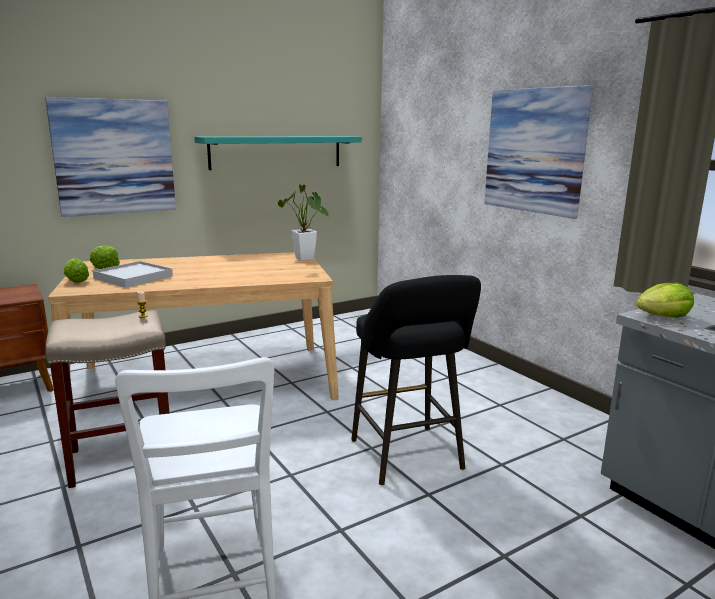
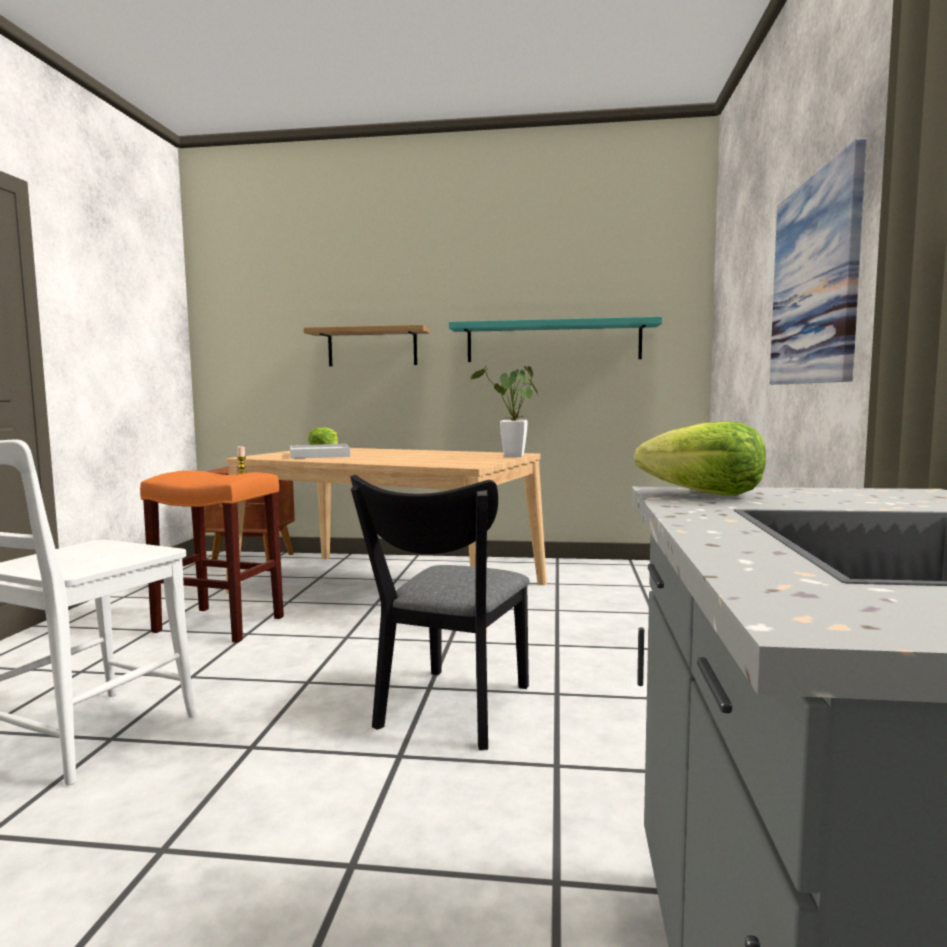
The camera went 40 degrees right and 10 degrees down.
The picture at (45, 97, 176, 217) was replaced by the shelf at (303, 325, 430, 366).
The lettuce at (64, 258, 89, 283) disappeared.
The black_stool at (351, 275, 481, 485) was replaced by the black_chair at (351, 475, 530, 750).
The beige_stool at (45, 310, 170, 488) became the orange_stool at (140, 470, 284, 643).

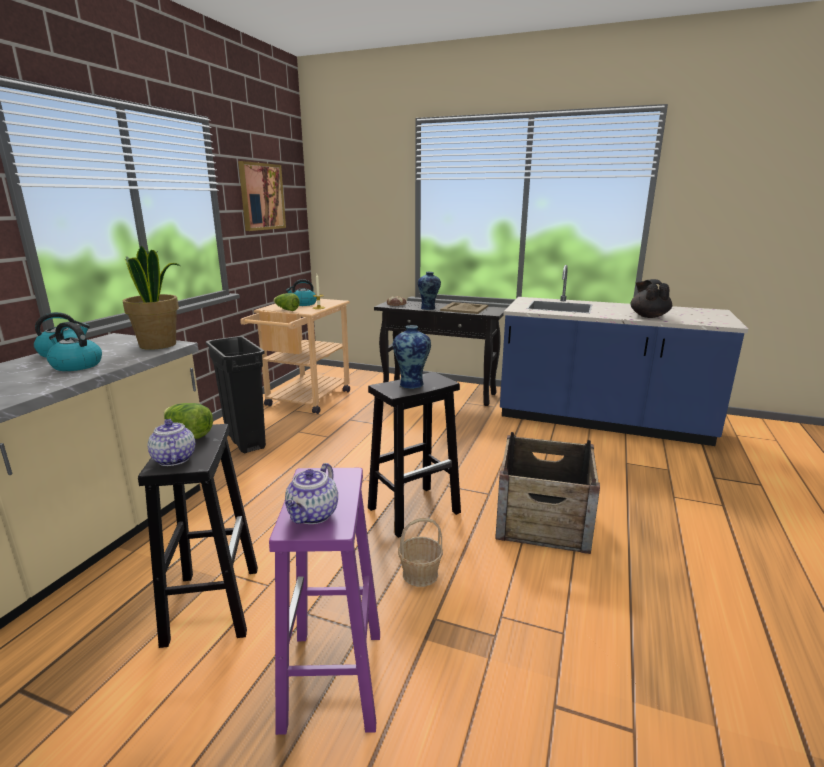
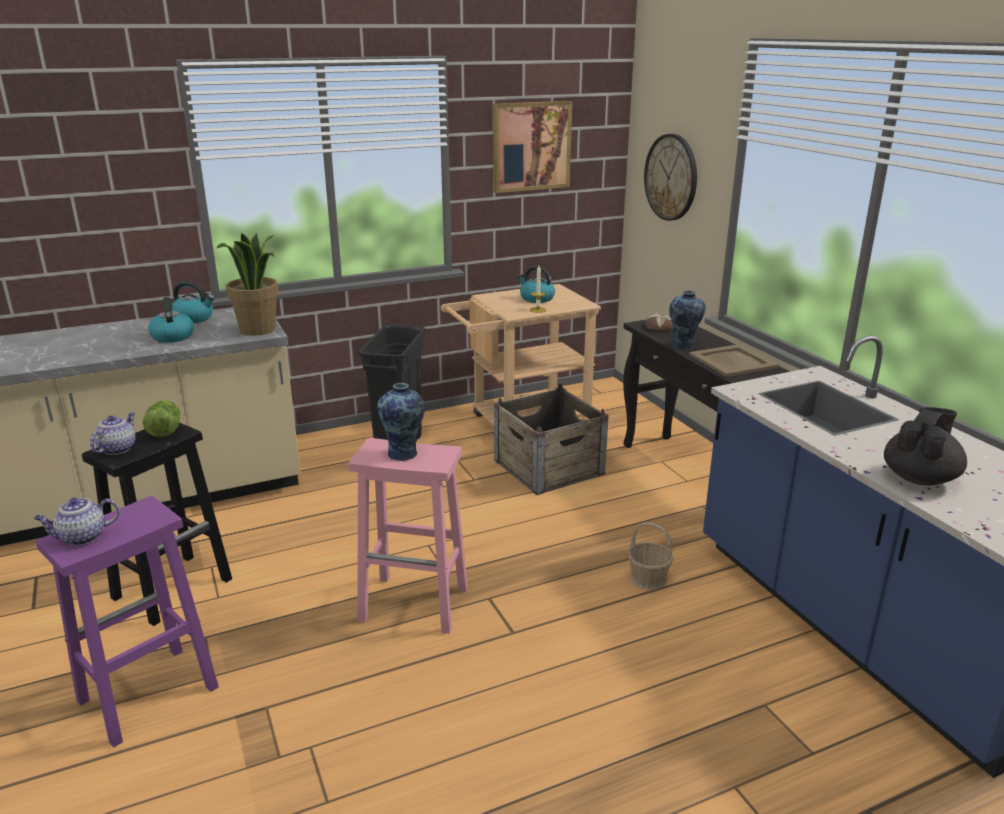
The camera went 45 degrees right and 5 degrees up.
The lettuce at (273, 293, 300, 311) disappeared.
The black_stool at (368, 372, 461, 538) became the pink_stool at (349, 438, 468, 634).
The crate moved from (495, 432, 600, 554) to (494, 384, 609, 495).
The basket moved from (398, 518, 443, 587) to (628, 522, 673, 590).
The wall_clock at (644, 134, 697, 221) appeared.

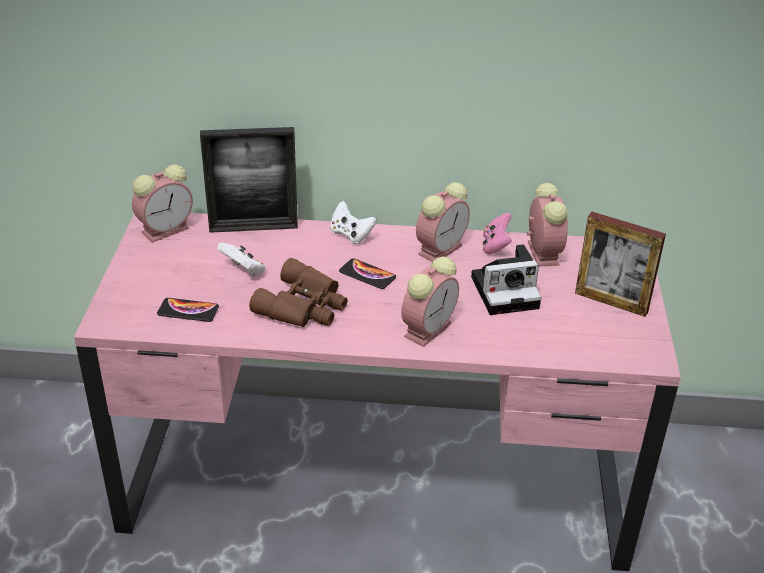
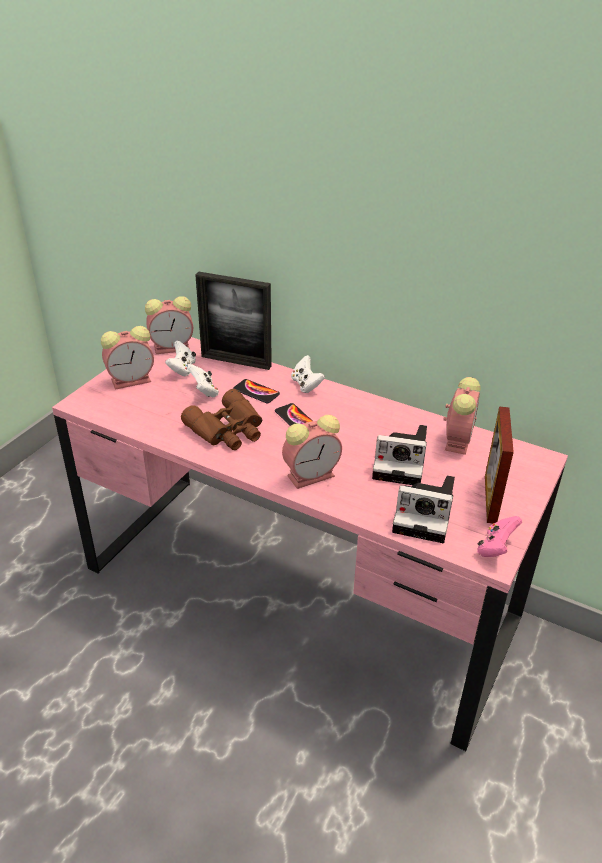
The camera went 25 degrees right and 0 degrees up.
The alarm_clock moved from (416, 182, 470, 262) to (101, 326, 154, 390).
The picture_frame at (575, 212, 666, 317) turned 45 degrees clockwise.
The pink_game_controller moved from (483, 213, 512, 254) to (477, 516, 522, 557).
The phone moved from (157, 298, 219, 322) to (233, 379, 280, 403).
The white_game_controller at (165, 341, 196, 376) appeared.
The photo_camera at (392, 475, 455, 543) appeared.

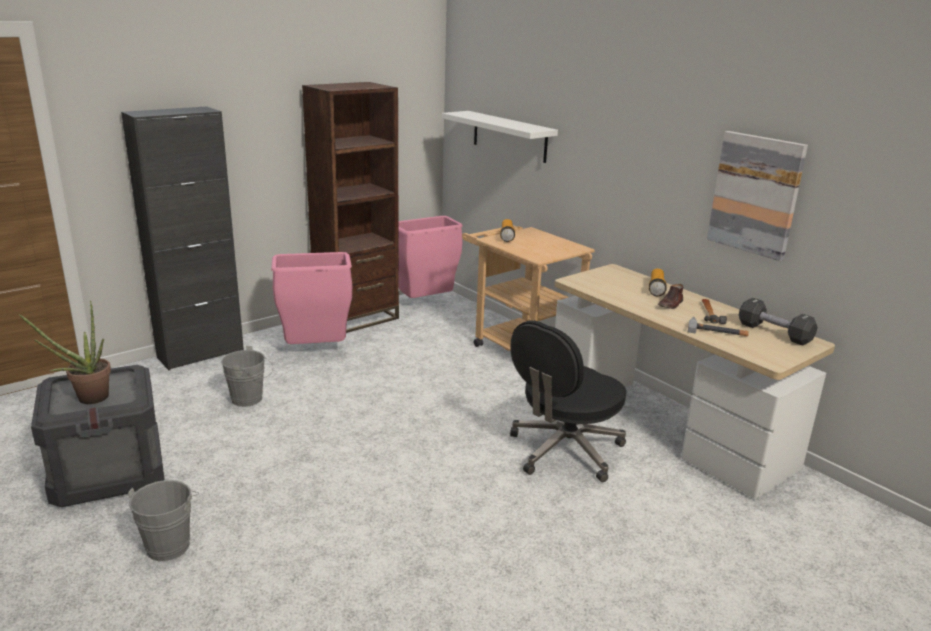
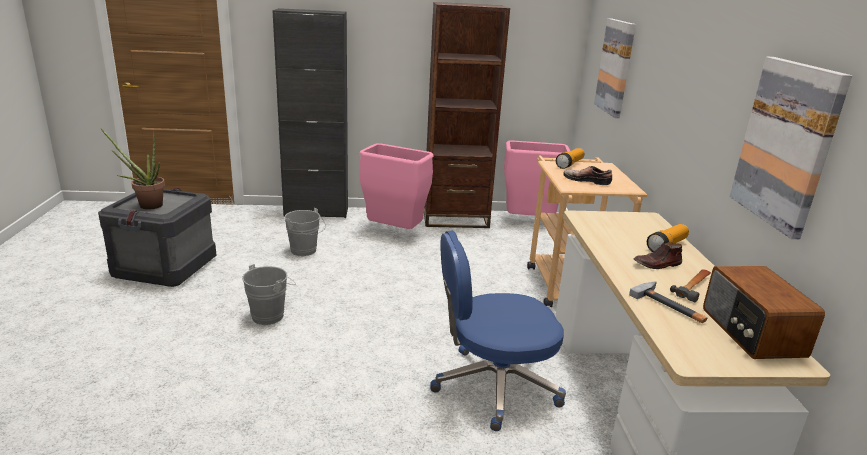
The camera went 35 degrees right and 0 degrees up.
The white_shelf at (442, 111, 558, 163) was replaced by the picture at (594, 18, 636, 118).
The black_dumbbell at (739, 298, 818, 346) was replaced by the radio at (703, 266, 825, 359).
The black_office_chair at (510, 320, 626, 482) became the blue_office_chair at (430, 230, 566, 431).
The grey_bucket moved from (128, 480, 199, 561) to (242, 264, 296, 325).
The shoe at (563, 166, 612, 185) appeared.

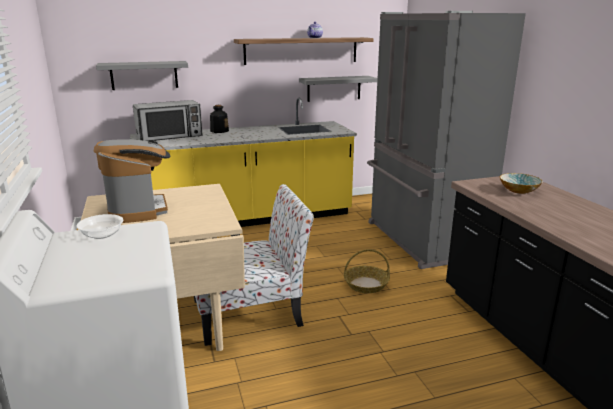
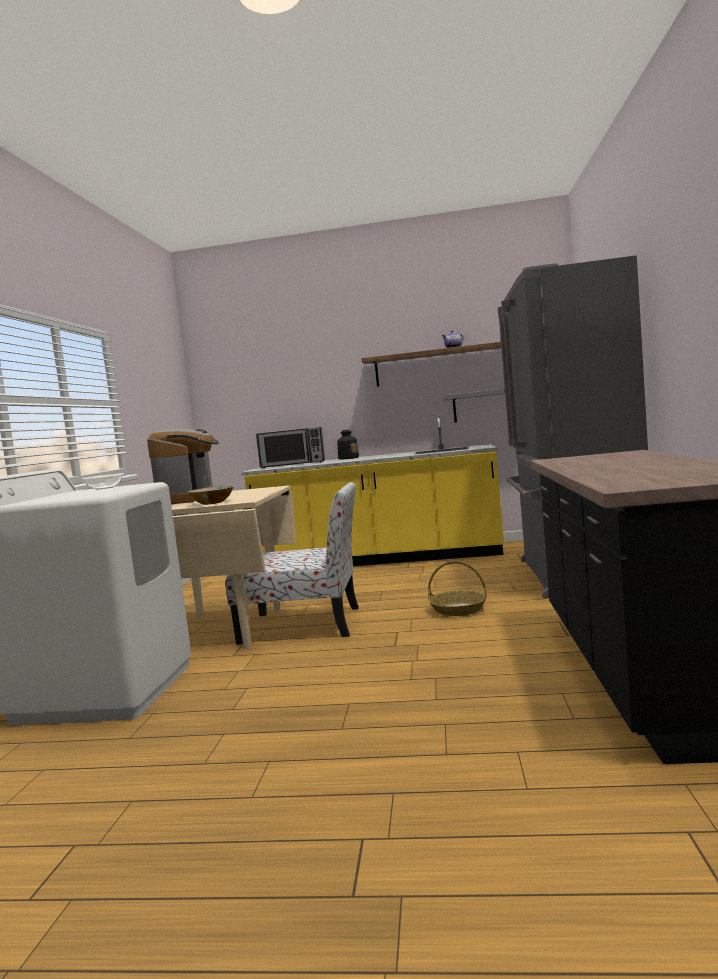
The camera went 25 degrees right and 15 degrees down.
The grey_shelf at (96, 61, 188, 90) disappeared.
The bowl moved from (500, 173, 543, 194) to (188, 486, 234, 505).

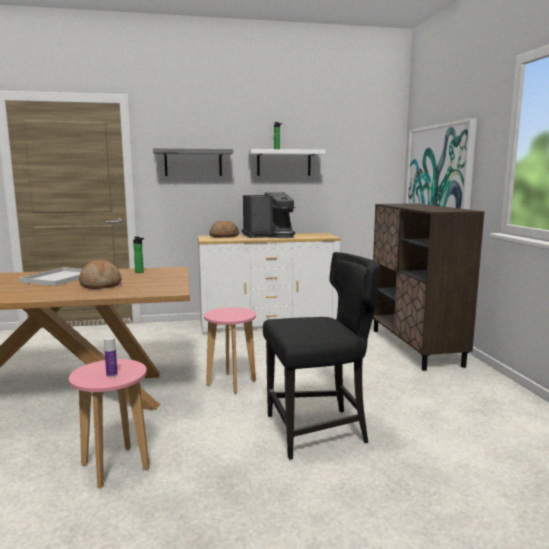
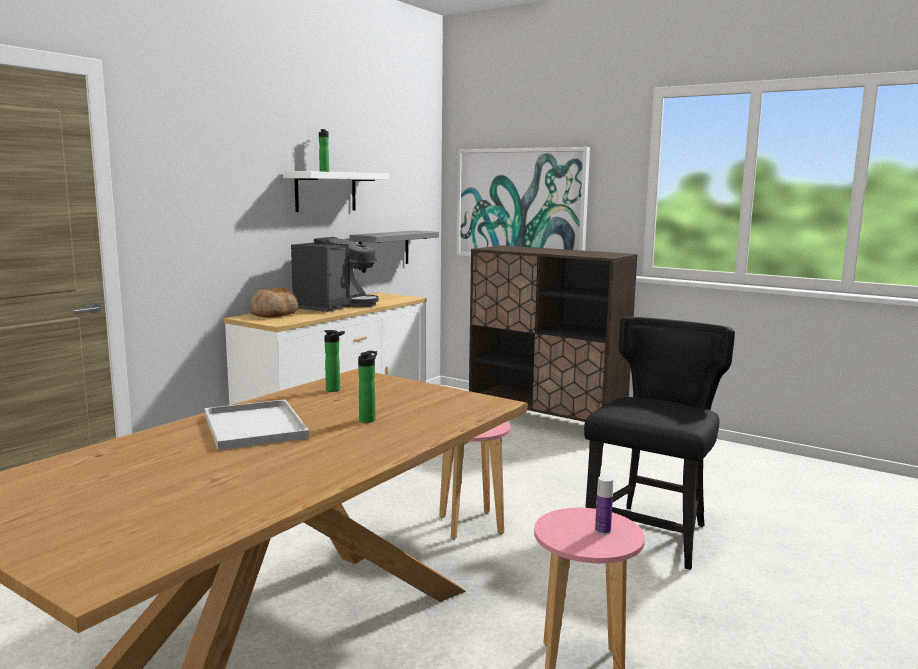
The camera went 45 degrees left and 0 degrees up.
The grey_shelf moved from (153, 148, 233, 176) to (350, 230, 439, 270).
The bread at (79, 260, 121, 289) was replaced by the bottle at (358, 351, 377, 423).

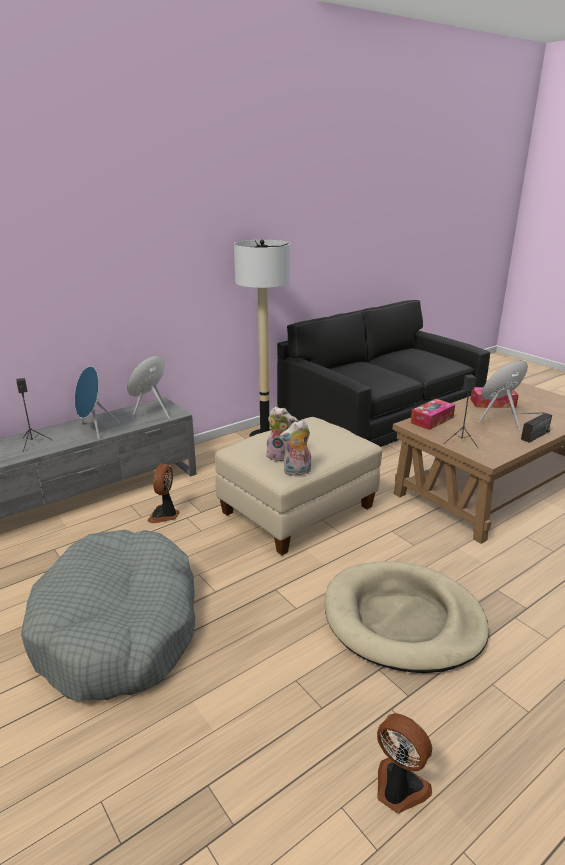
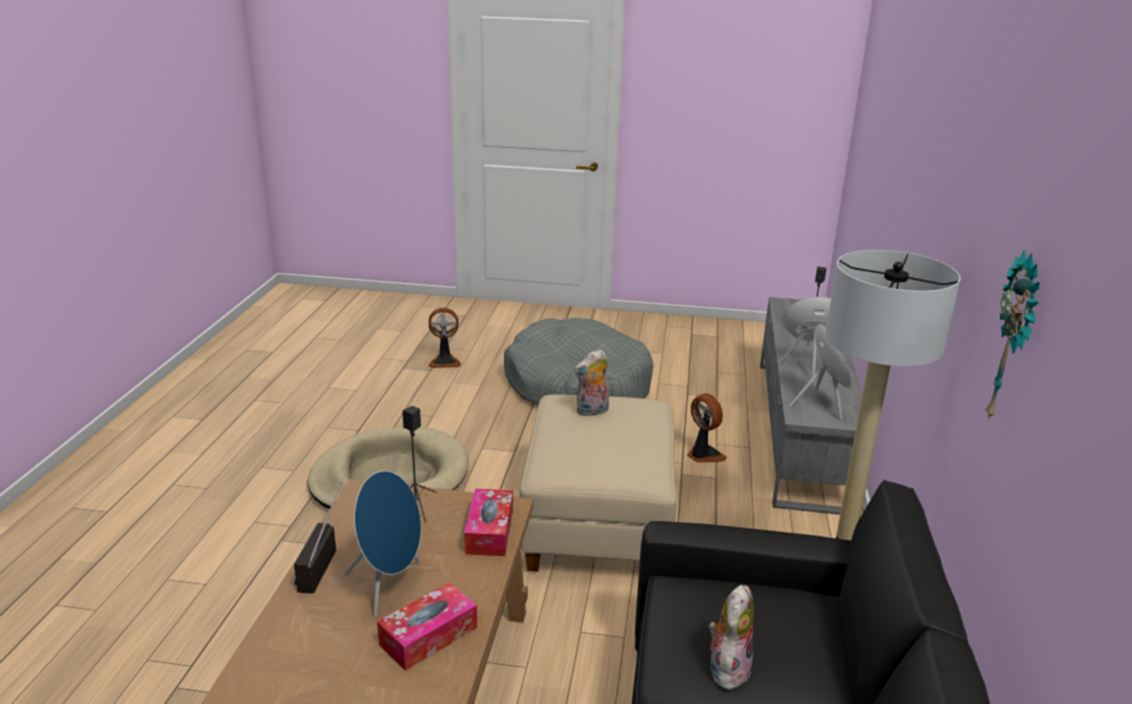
The camera went 135 degrees right and 0 degrees up.
The plush_toy moved from (279, 420, 311, 476) to (709, 585, 754, 690).
The fan moved from (377, 713, 432, 814) to (428, 308, 461, 368).
The wall_clock at (986, 250, 1040, 421) appeared.

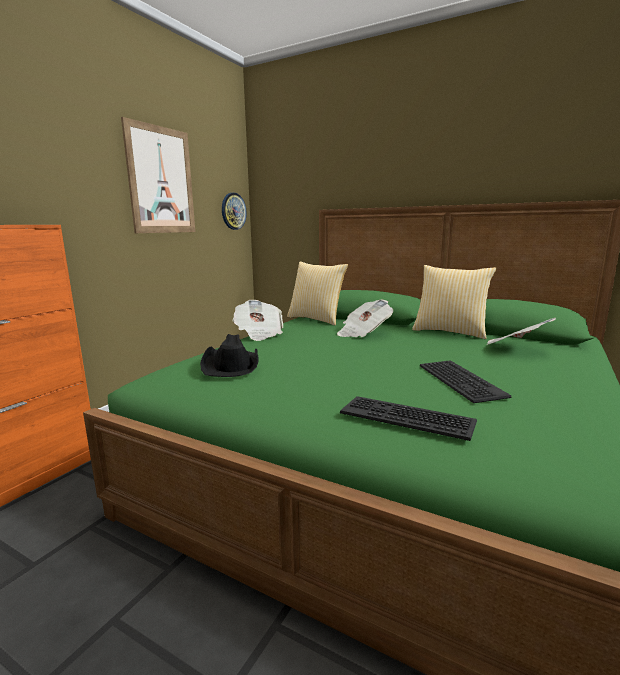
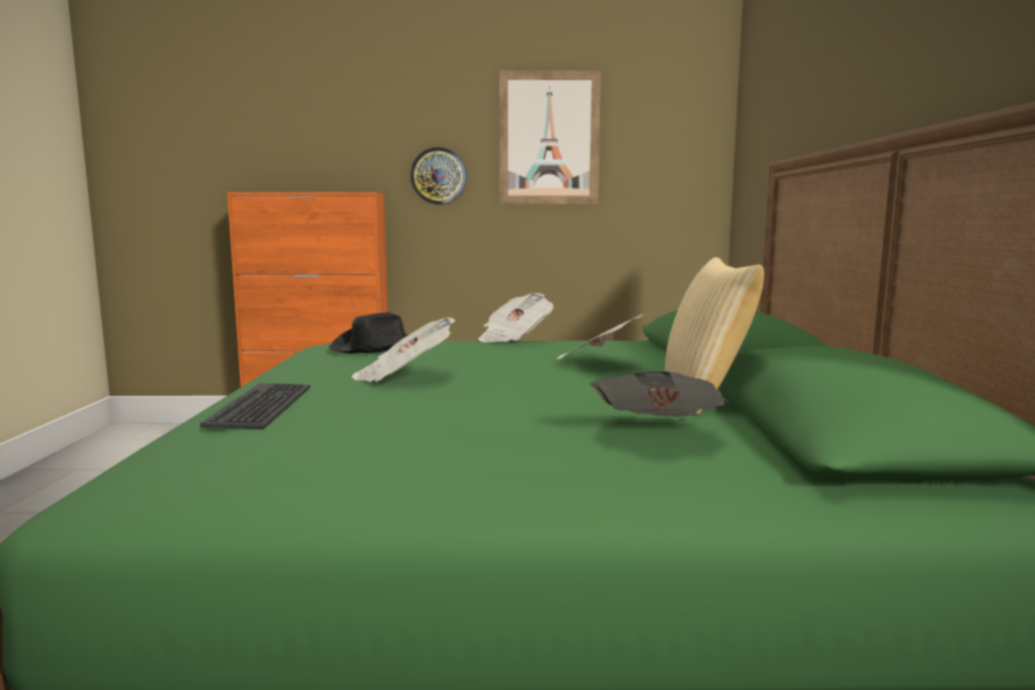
The camera went 60 degrees right and 5 degrees down.
The wall_clock moved from (222, 193, 247, 230) to (410, 147, 467, 205).
The pillow at (287, 261, 348, 325) disappeared.
The keyboard at (420, 360, 511, 403) disappeared.
The newspaper at (352, 317, 455, 382) appeared.

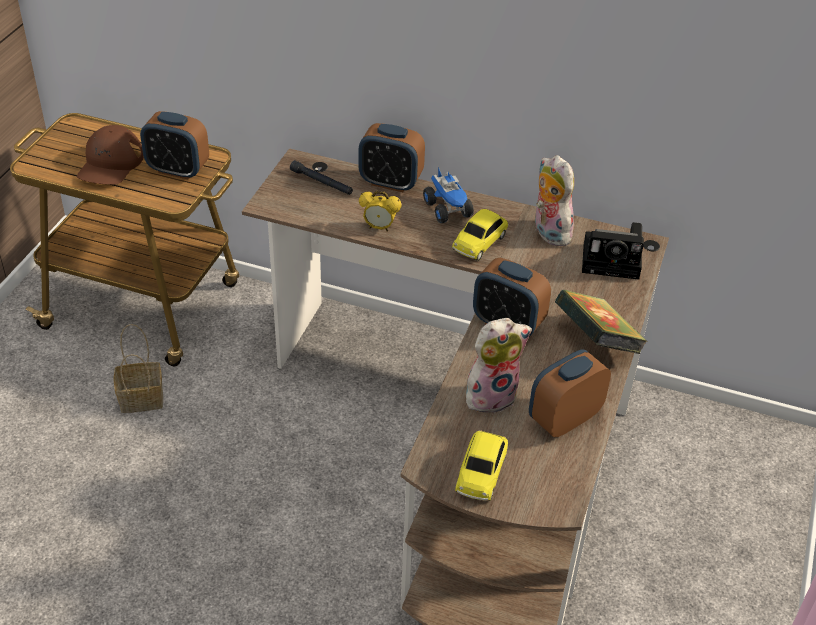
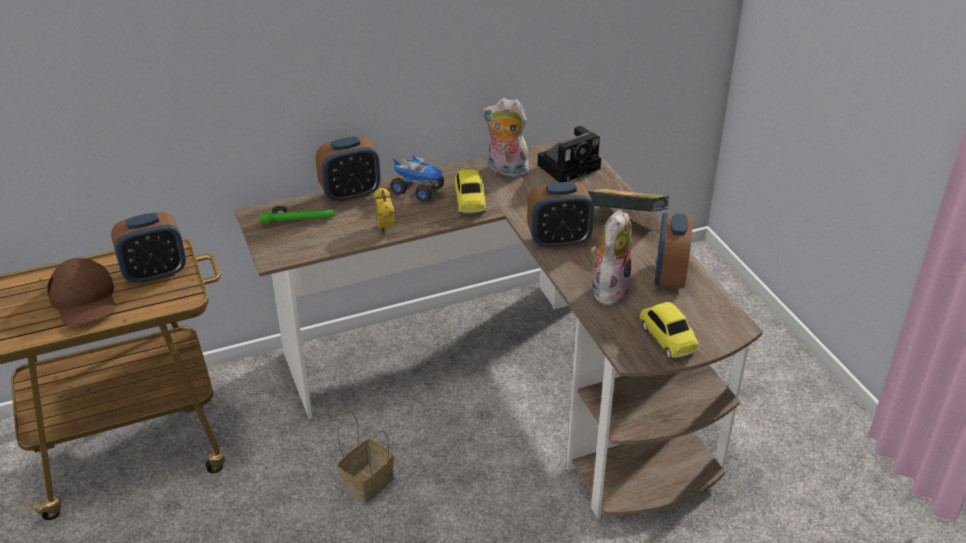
The camera went 40 degrees left and 5 degrees down.
The black_flashlight at (290, 160, 353, 195) became the green_flashlight at (260, 209, 334, 224).
The alarm_clock at (359, 191, 402, 232) turned 105 degrees clockwise.
The basket moved from (114, 324, 163, 413) to (337, 410, 394, 503).

